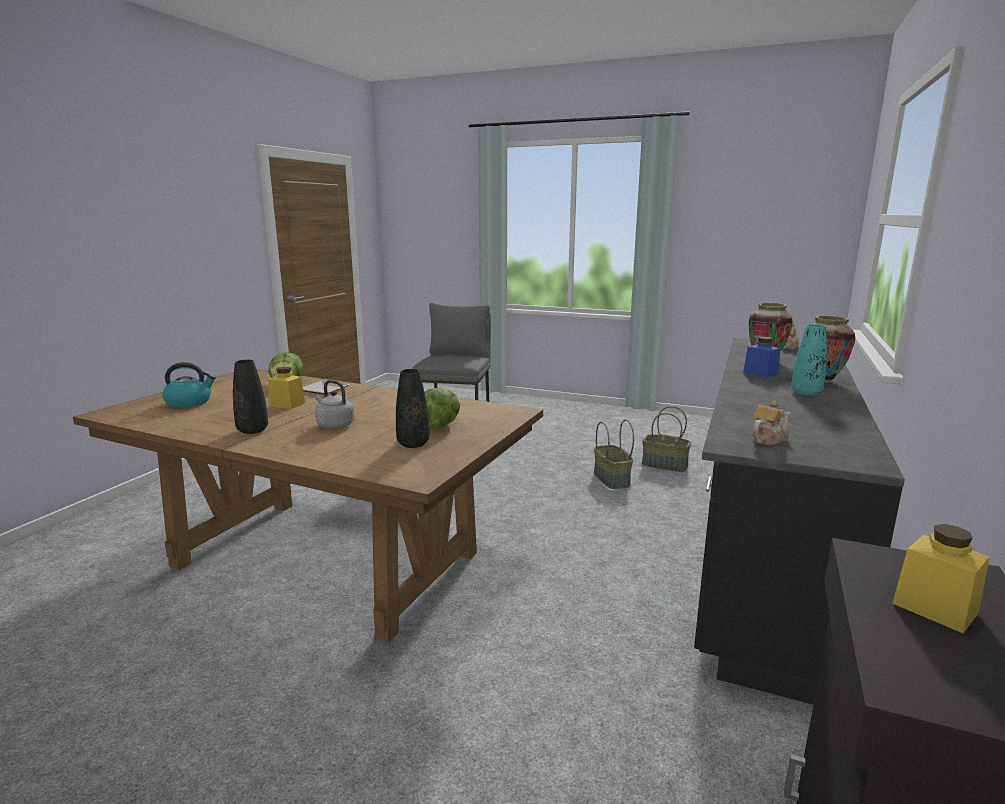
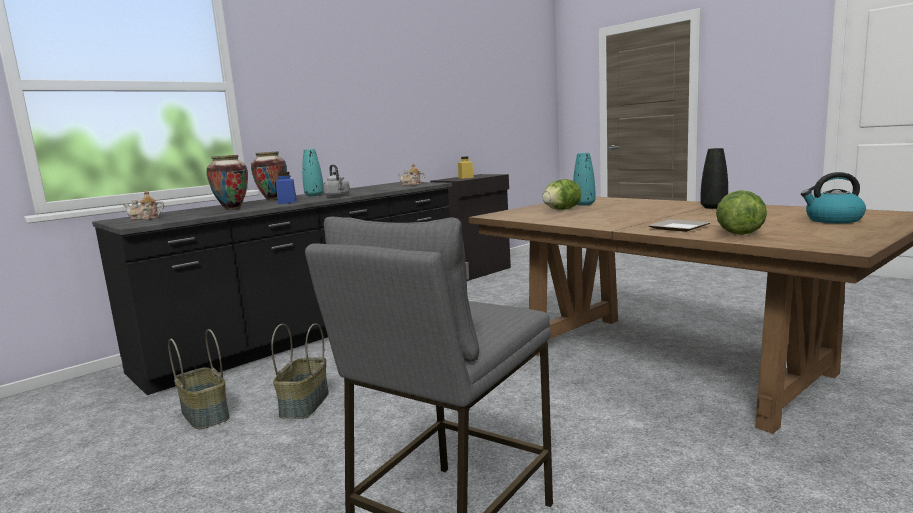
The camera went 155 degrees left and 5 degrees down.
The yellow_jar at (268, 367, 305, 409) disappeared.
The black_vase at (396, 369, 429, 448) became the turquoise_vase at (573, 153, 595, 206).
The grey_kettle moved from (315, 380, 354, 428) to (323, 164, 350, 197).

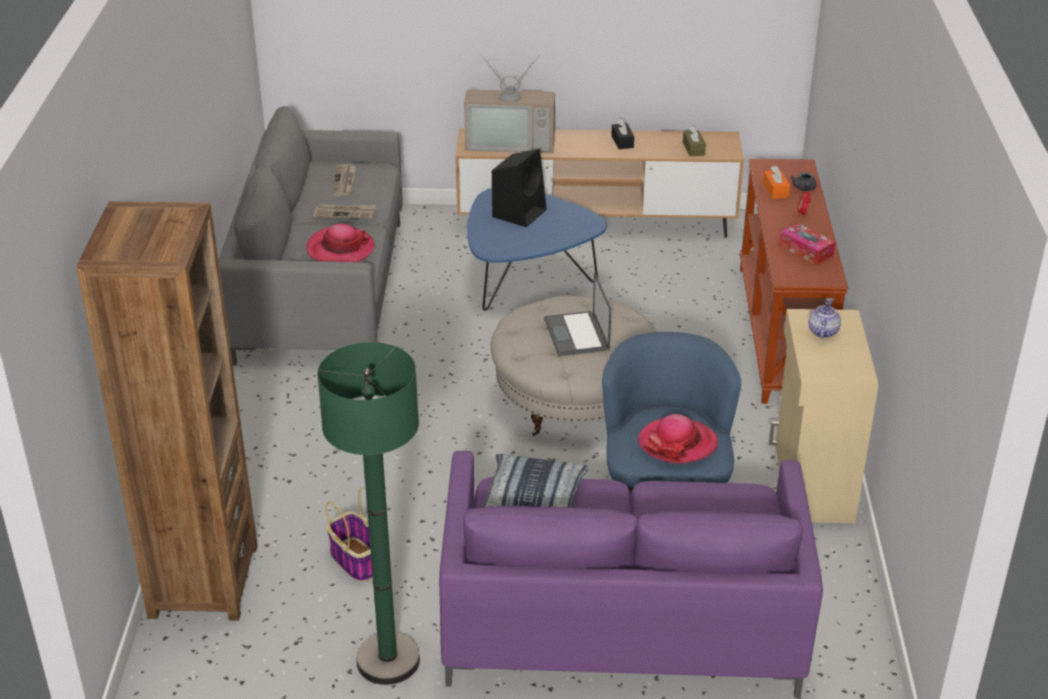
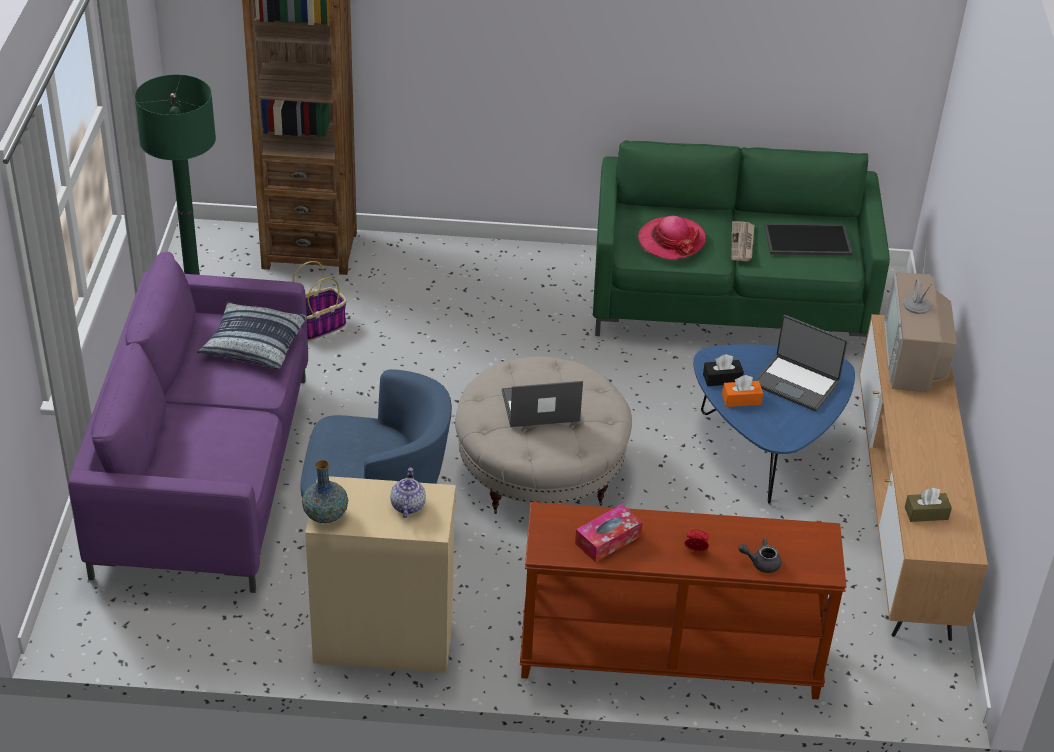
The camera went 90 degrees right and 5 degrees up.
The grey_sofa at (218, 106, 403, 365) became the green_sofa at (593, 140, 890, 349).
The black_tissue_box moved from (611, 119, 634, 149) to (703, 354, 744, 386).
The black_speaker at (492, 149, 546, 227) was replaced by the laptop at (755, 315, 848, 411).
The newspaper at (333, 165, 356, 196) was replaced by the tray at (764, 223, 853, 256).
The orange_tissue_box moved from (763, 166, 790, 199) to (722, 375, 763, 407).
The teapot at (808, 299, 841, 338) turned 105 degrees counterclockwise.
The hat at (638, 414, 718, 464) disappeared.
The vase at (302, 460, 348, 523) appeared.

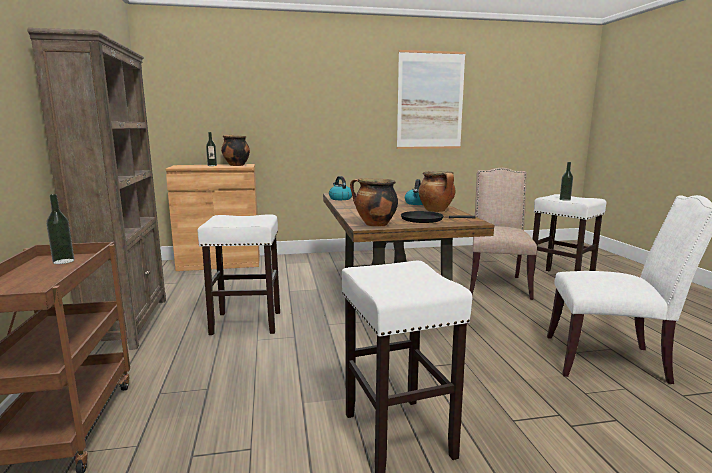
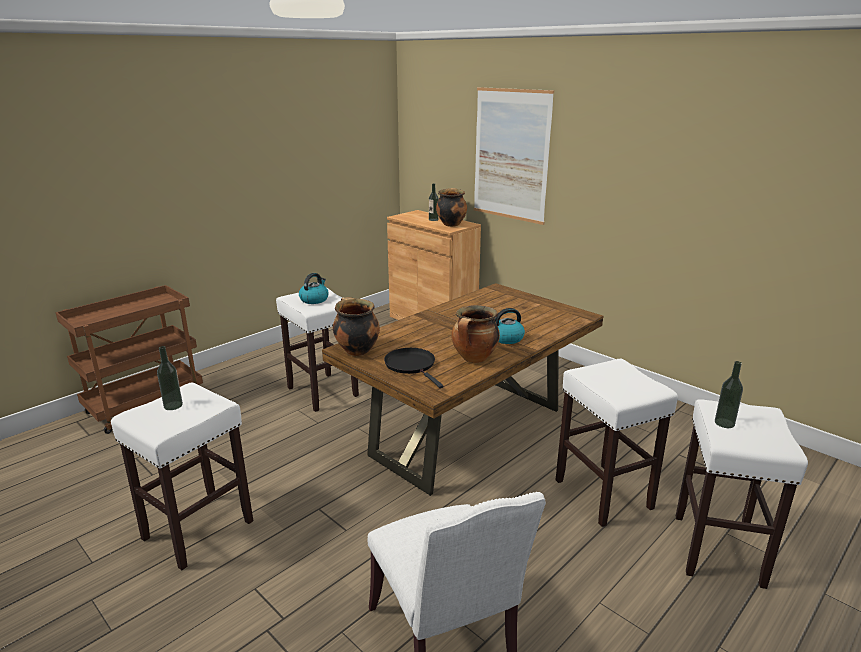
The camera went 55 degrees right and 10 degrees up.
The brown_bookcase at (27, 28, 166, 350) disappeared.
The picture moved from (397, 50, 466, 149) to (474, 87, 554, 225).
The beige_chair at (470, 168, 537, 300) was replaced by the white_stool at (556, 359, 678, 527).
The kettle moved from (329, 176, 352, 200) to (299, 273, 328, 304).
The bottle moved from (46, 194, 74, 264) to (157, 346, 183, 410).

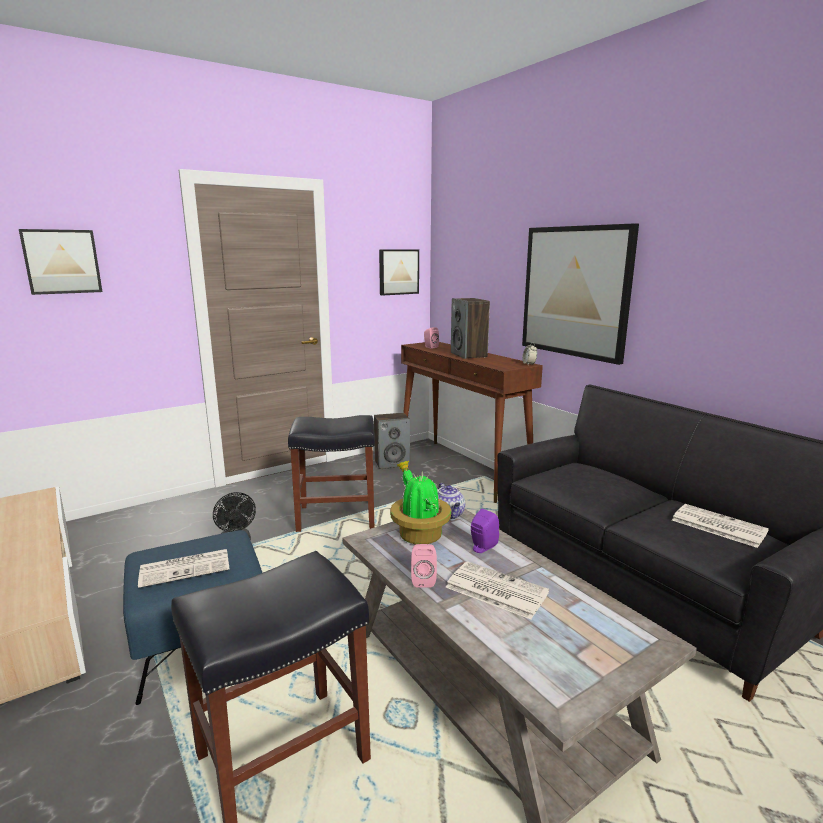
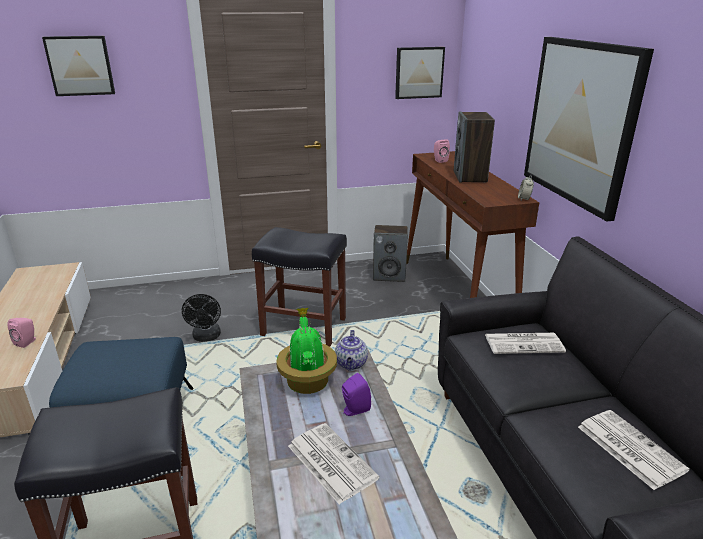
The camera went 20 degrees right and 10 degrees up.
The pink_speaker moved from (411, 544, 437, 587) to (8, 318, 36, 348).
The newspaper moved from (138, 549, 230, 588) to (485, 333, 566, 354).

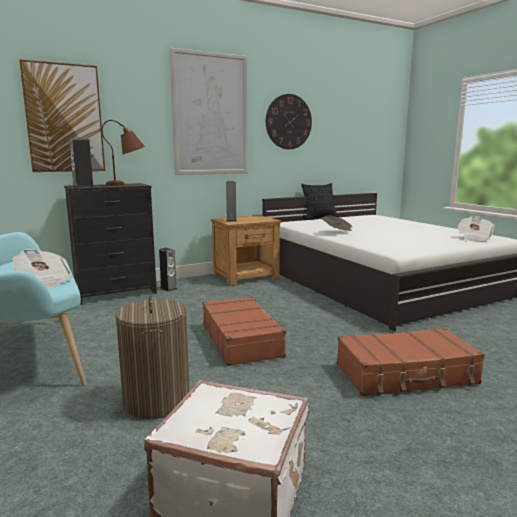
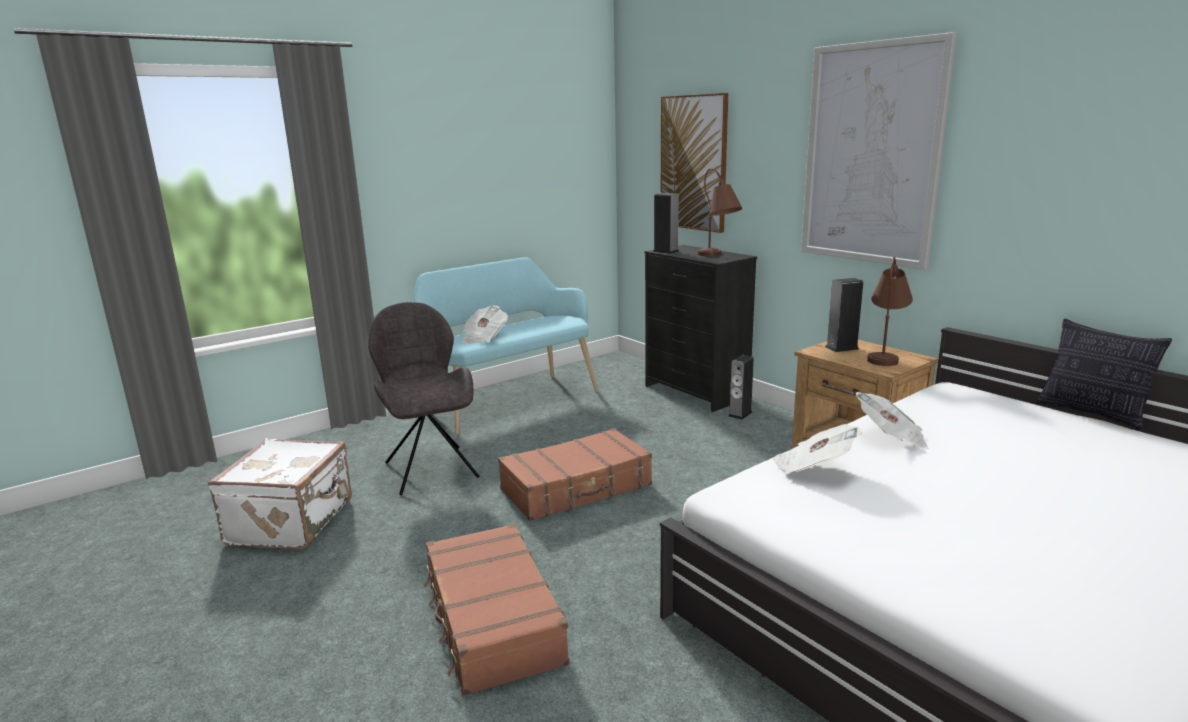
The camera went 80 degrees right and 5 degrees up.
The wall_clock at (266, 94, 312, 149) disappeared.
The newspaper moved from (457, 216, 495, 241) to (773, 424, 862, 475).
The laundry_basket at (115, 295, 190, 419) was replaced by the grey_chair at (368, 302, 479, 495).
The brown_table_lamp at (867, 256, 913, 366) appeared.

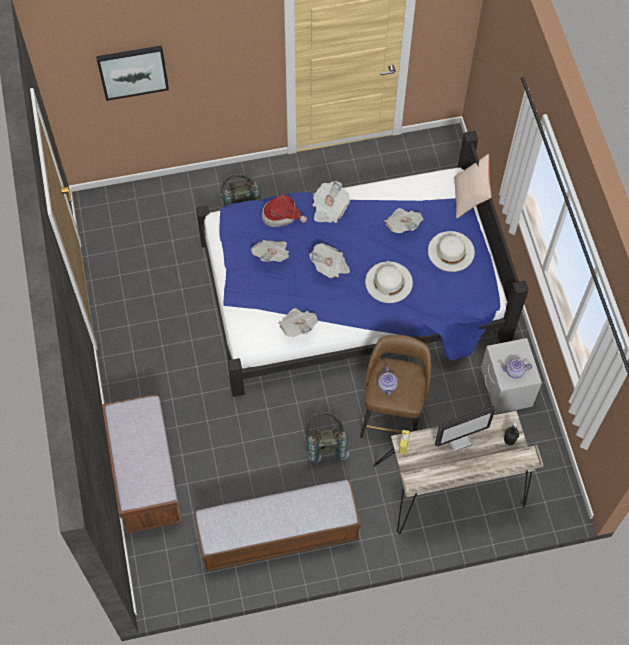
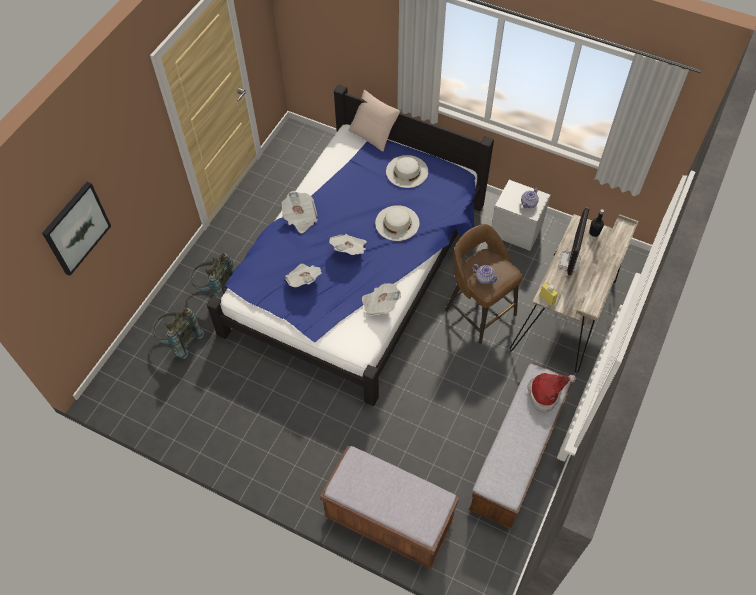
The camera went 50 degrees left and 5 degrees down.
The hat moved from (261, 194, 307, 227) to (527, 373, 576, 412).
The newspaper at (384, 208, 424, 233) disappeared.
The grey_backpack moved from (305, 412, 349, 464) to (152, 308, 204, 359).

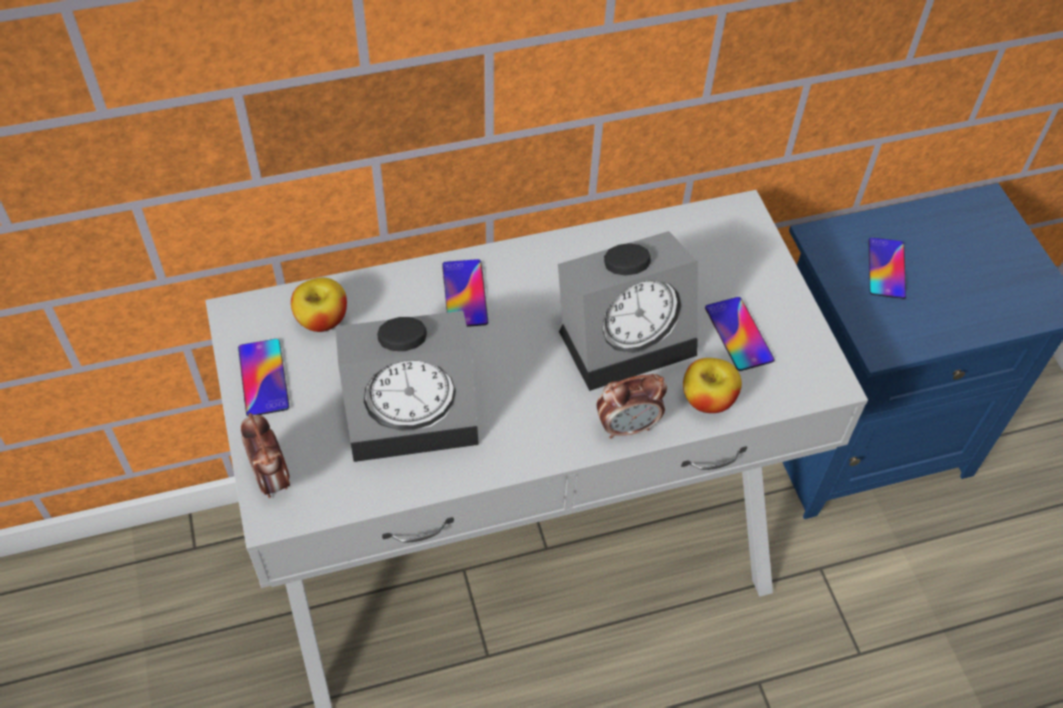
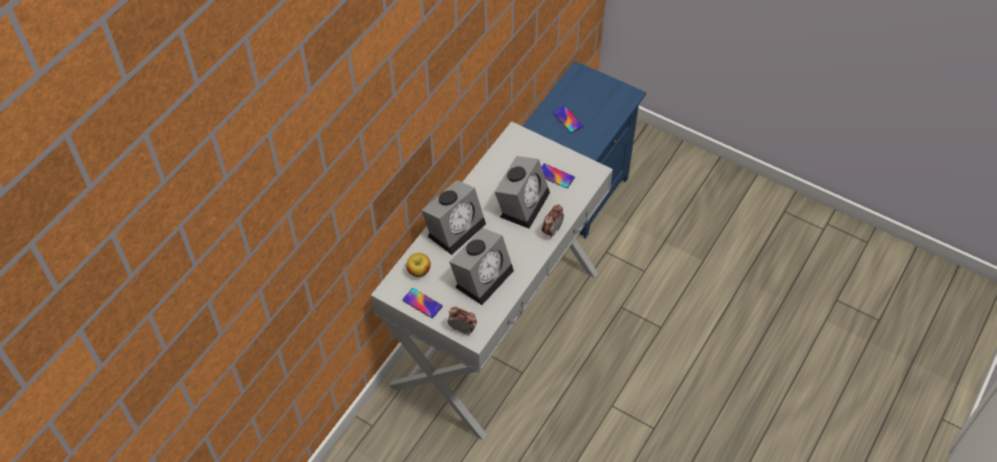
The camera went 40 degrees left and 0 degrees up.
The phone at (442, 259, 488, 327) was replaced by the alarm_clock at (422, 180, 486, 255).
The apple at (683, 358, 742, 413) disappeared.

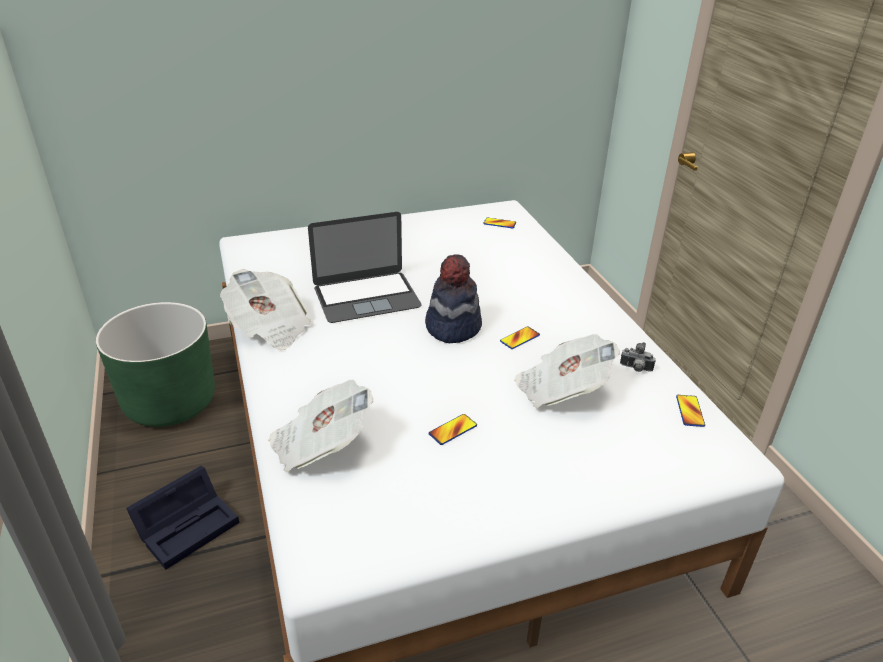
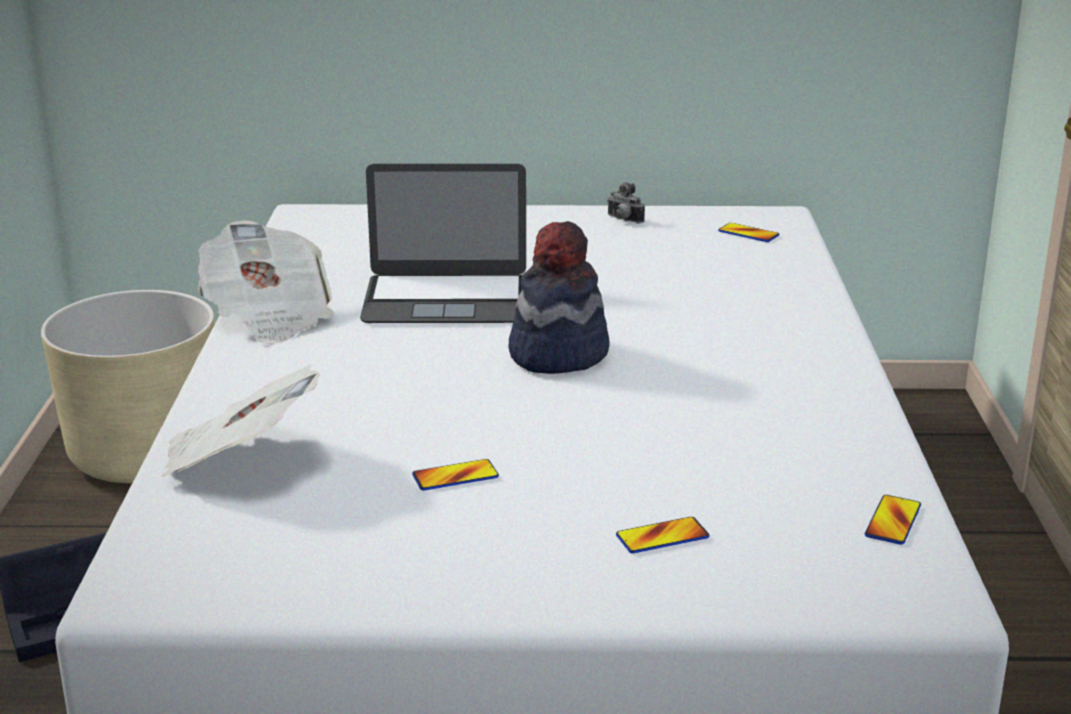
The camera went 20 degrees right and 10 degrees down.
The green_planter at (96, 302, 215, 427) became the beige_planter at (41, 290, 215, 483).
The phone moved from (500, 326, 540, 349) to (616, 517, 709, 553).
The newspaper at (514, 334, 620, 408) disappeared.
The photo_camera moved from (620, 342, 656, 372) to (607, 182, 645, 223).

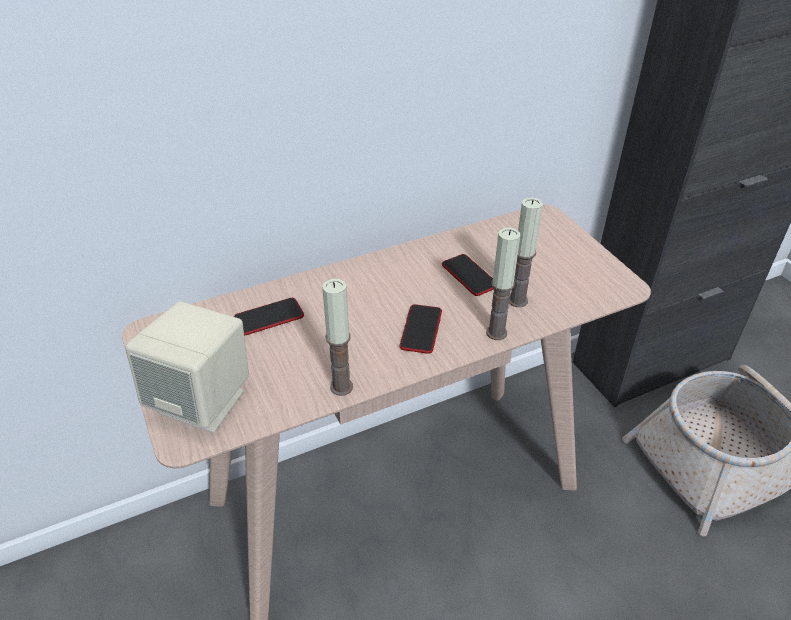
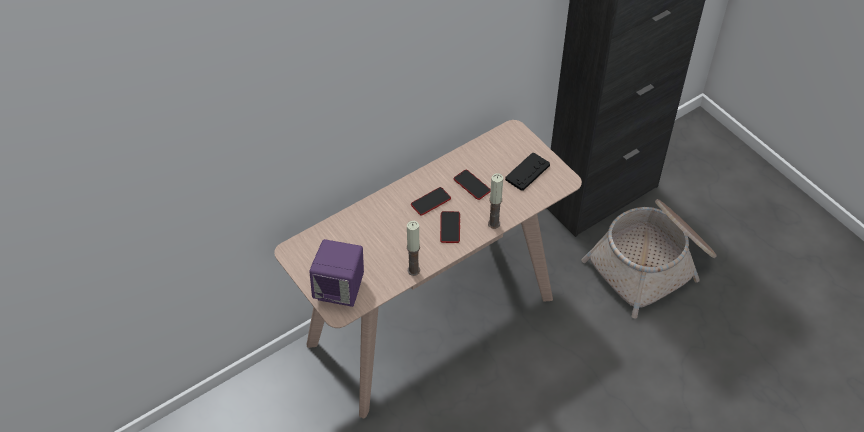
The camera went 10 degrees left and 10 degrees up.
The candle at (509, 197, 543, 307) disappeared.
The phone moved from (234, 298, 304, 335) to (411, 187, 451, 215).
The beige_speaker at (125, 301, 249, 433) became the purple_speaker at (309, 239, 364, 307).
The black_game_controller at (505, 153, 550, 191) appeared.

